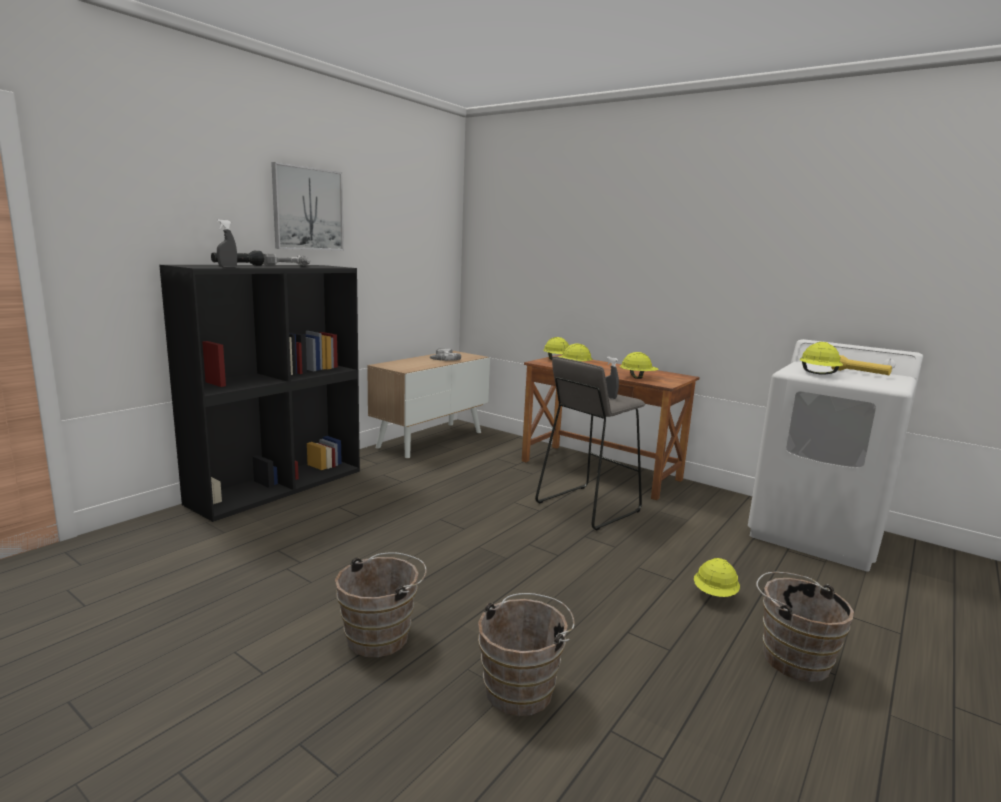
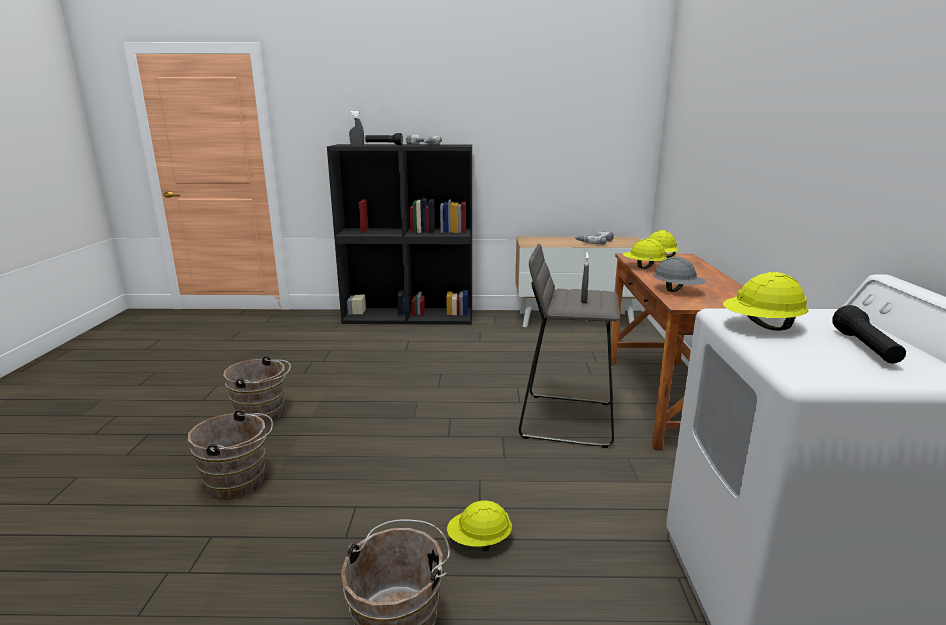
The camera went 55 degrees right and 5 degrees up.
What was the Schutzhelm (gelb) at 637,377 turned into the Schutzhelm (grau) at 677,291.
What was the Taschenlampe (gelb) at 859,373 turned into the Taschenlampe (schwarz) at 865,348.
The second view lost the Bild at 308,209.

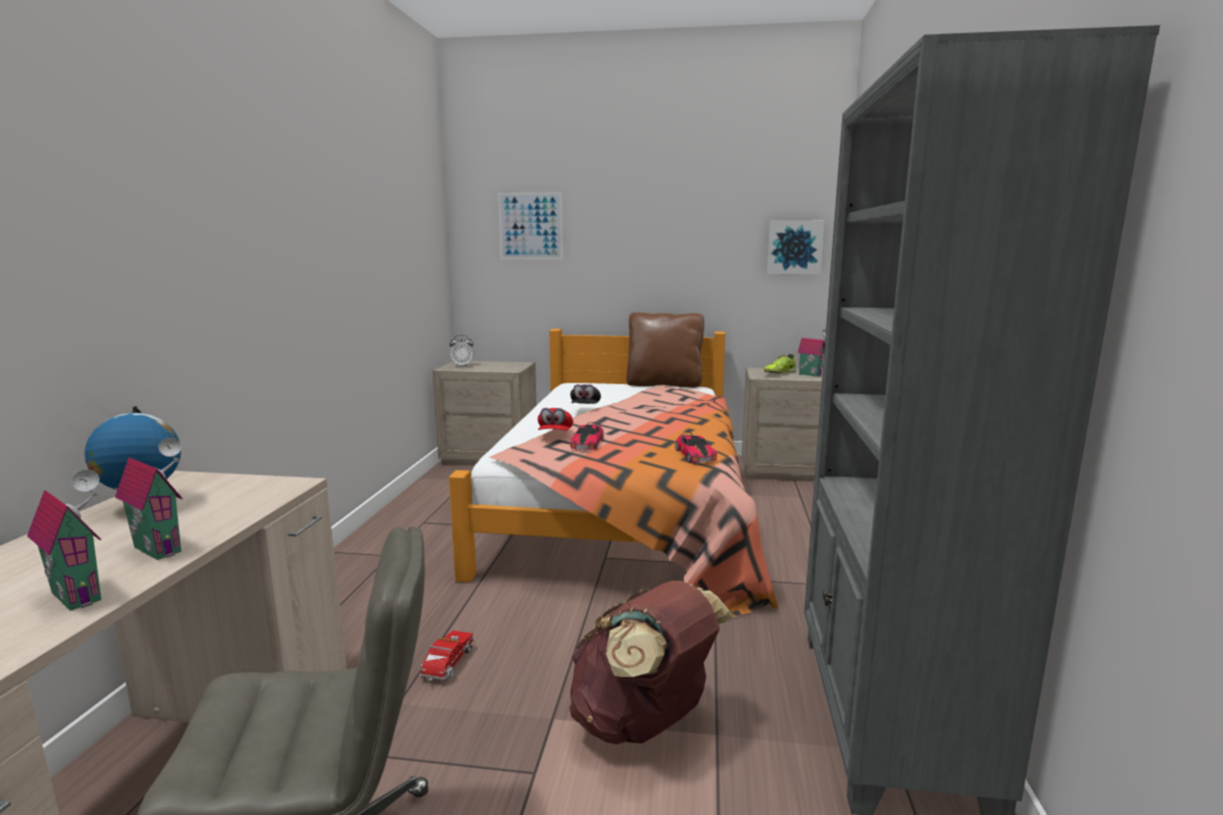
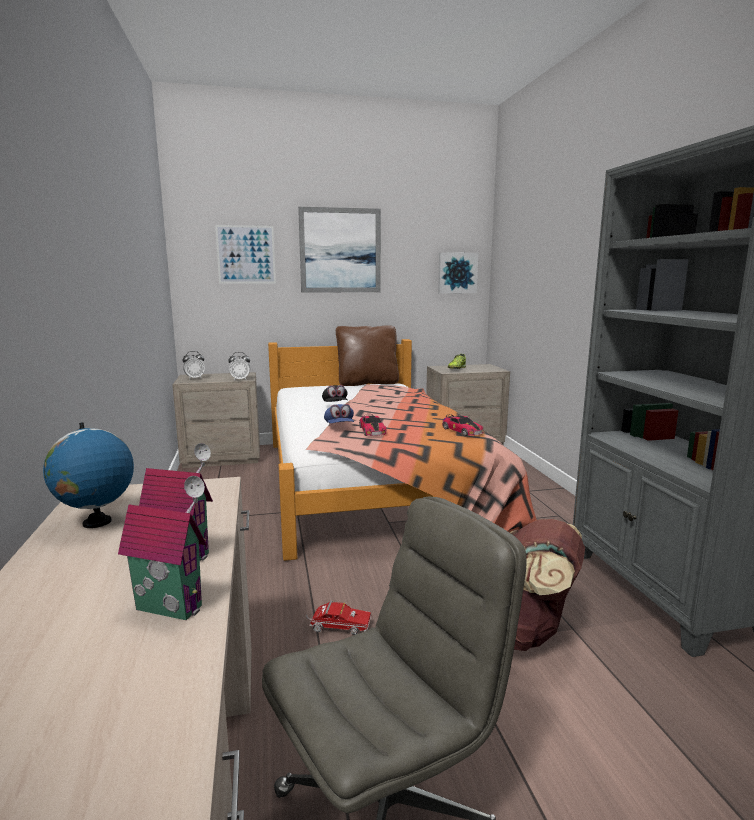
The camera went 20 degrees left and 0 degrees up.
The second view gained the Wecker at 240,379.
The second view gained the Bild at 340,250.
The Spielzeuglaster at 447,666 ended up facing another way, 105 degrees clockwise from before.
What was the Kappe (rot) at 555,434 turned into the Kappe (blau) at 339,426.
The second view lost the Spielzeughaus at 811,374.

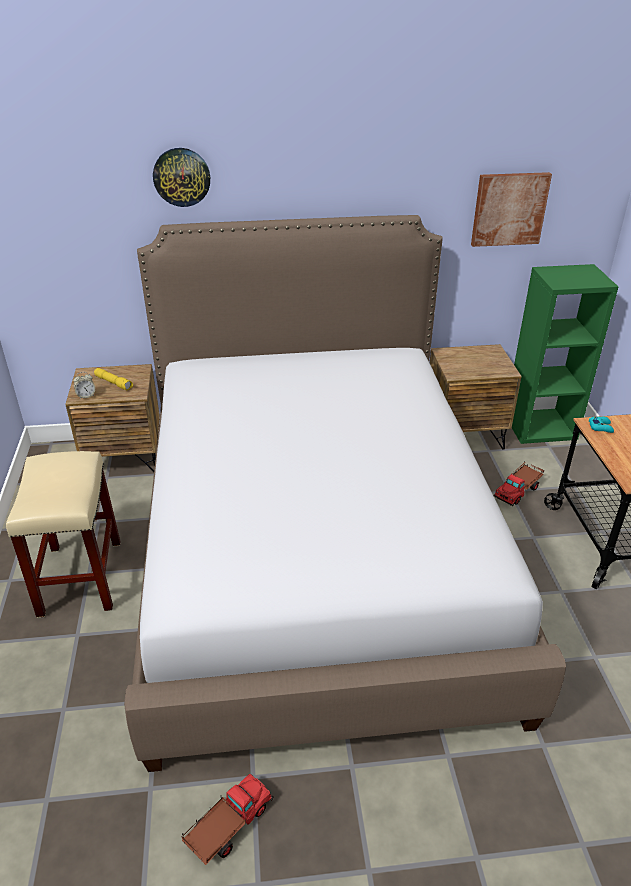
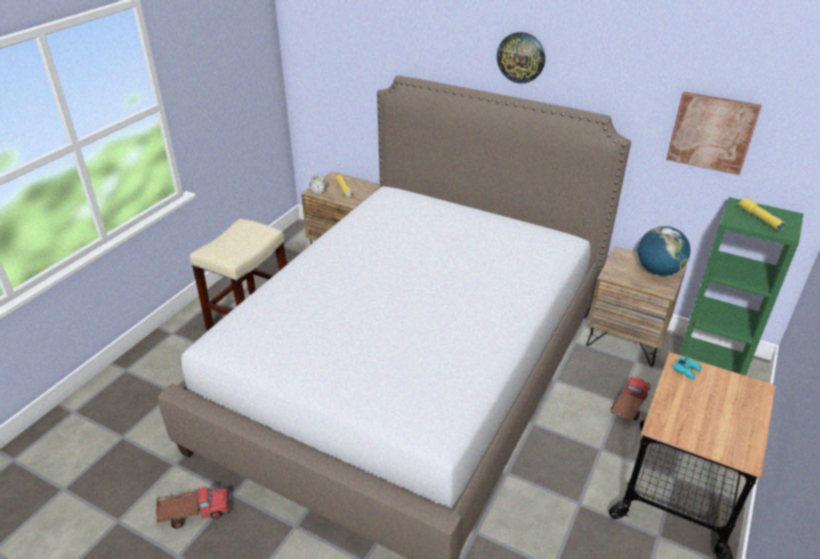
The camera went 35 degrees right and 0 degrees up.
The Wanduhr ended up elsewhere, having gone from 181,177 to 521,57.
The Spielzeuglaster at 518,490 ended up facing another way, 135 degrees clockwise from before.
The second view gained the Globus at 658,271.
The second view gained the Taschenlampe (gelb) at 759,218.

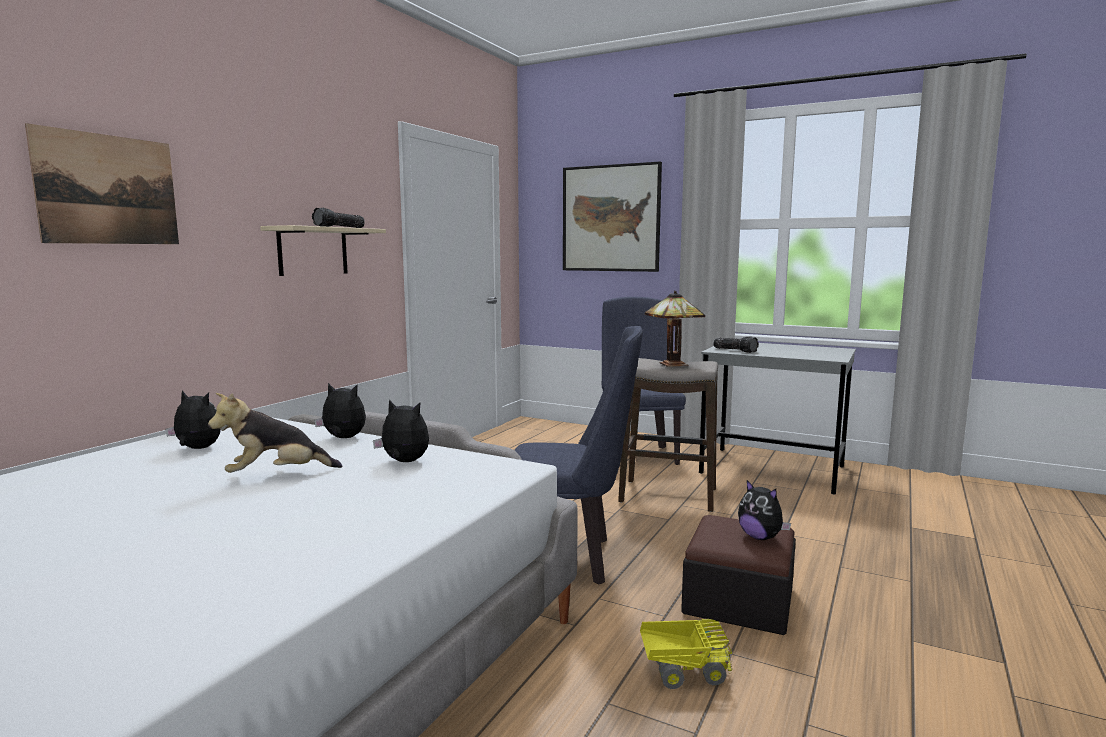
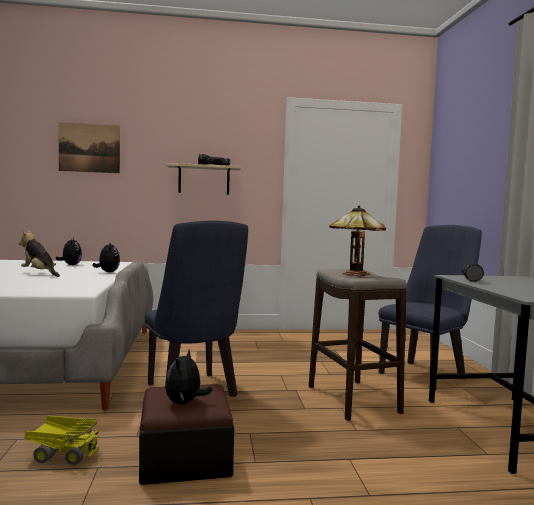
The camera went 55 degrees right and 5 degrees down.
The Spielzeuglaster at 682,671 ended up facing another way, 45 degrees counterclockwise from before.
The second view lost the Plüschtier at 404,462.
The second view lost the Bild at 611,218.

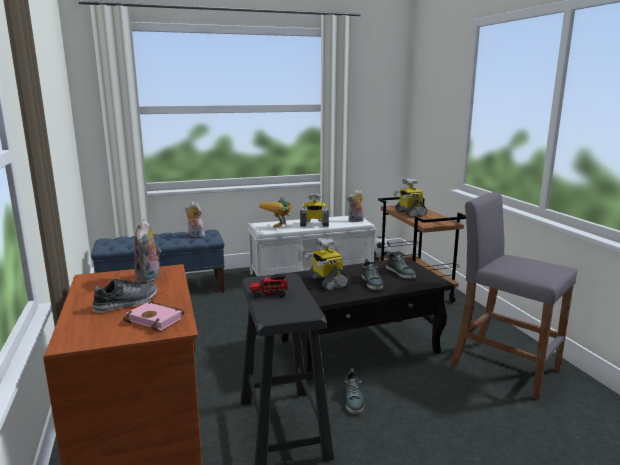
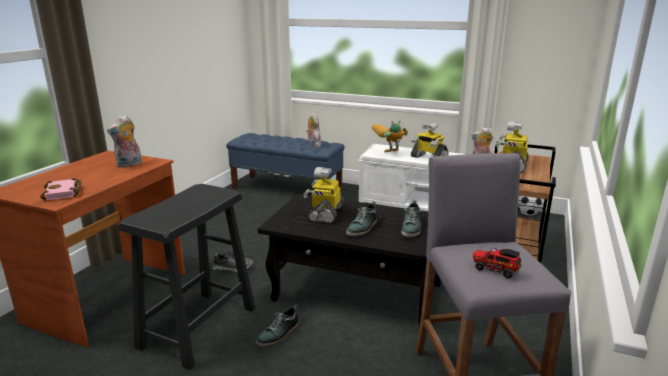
The camera went 40 degrees right and 5 degrees up.
The Schuh ended up elsewhere, having gone from 126,304 to 233,267.
The Spielzeuglaster ended up elsewhere, having gone from 268,294 to 494,269.

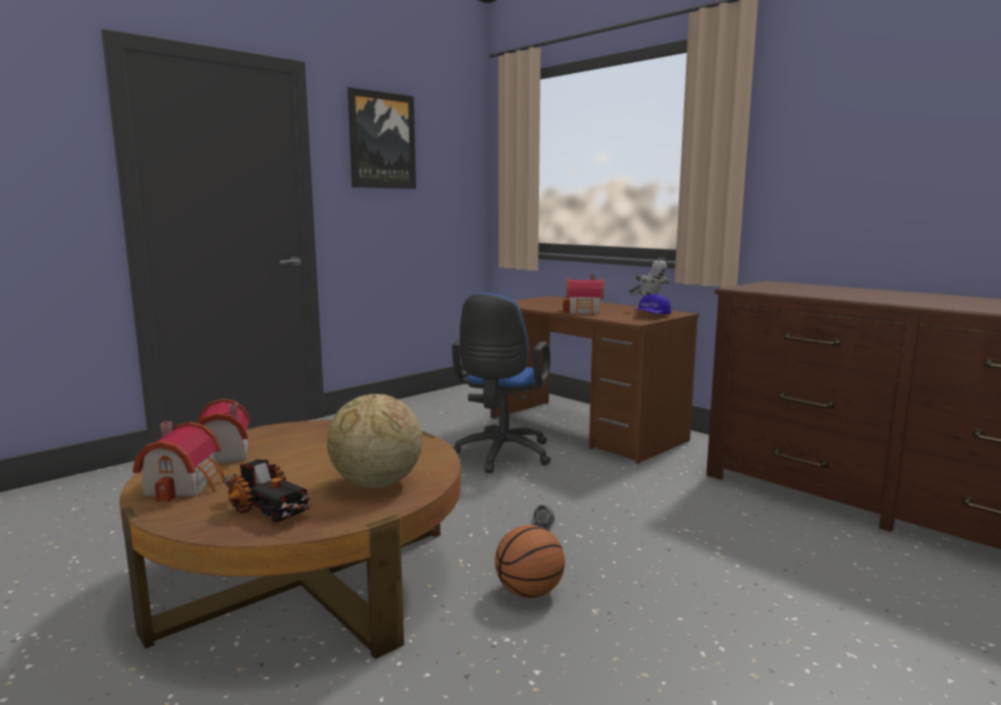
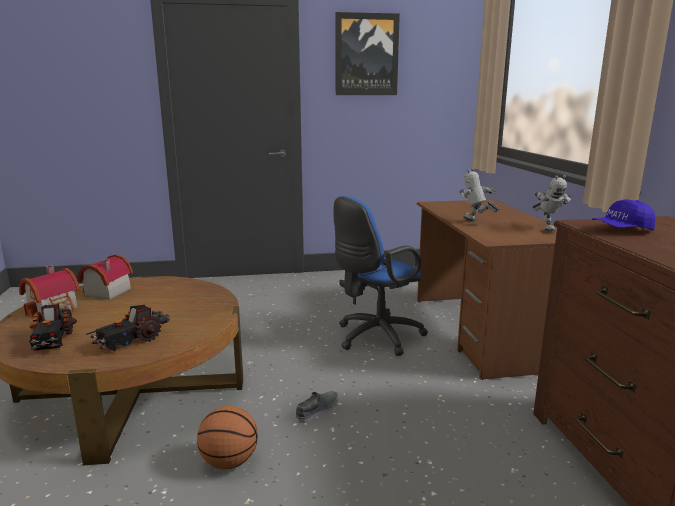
The camera went 35 degrees right and 5 degrees up.
Where the Globus stood at 376,484, the Spielzeuglaster came to stand at 131,340.
Where the Spielzeughaus stood at 585,312, the Spielzeugroboter came to stand at 475,222.
The Kappe (blau) ended up elsewhere, having gone from 651,316 to 622,230.

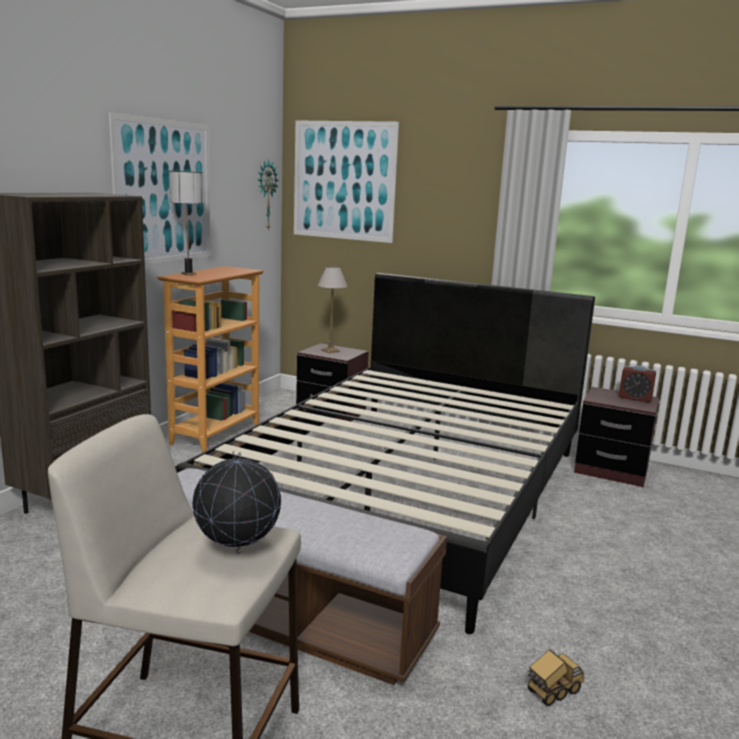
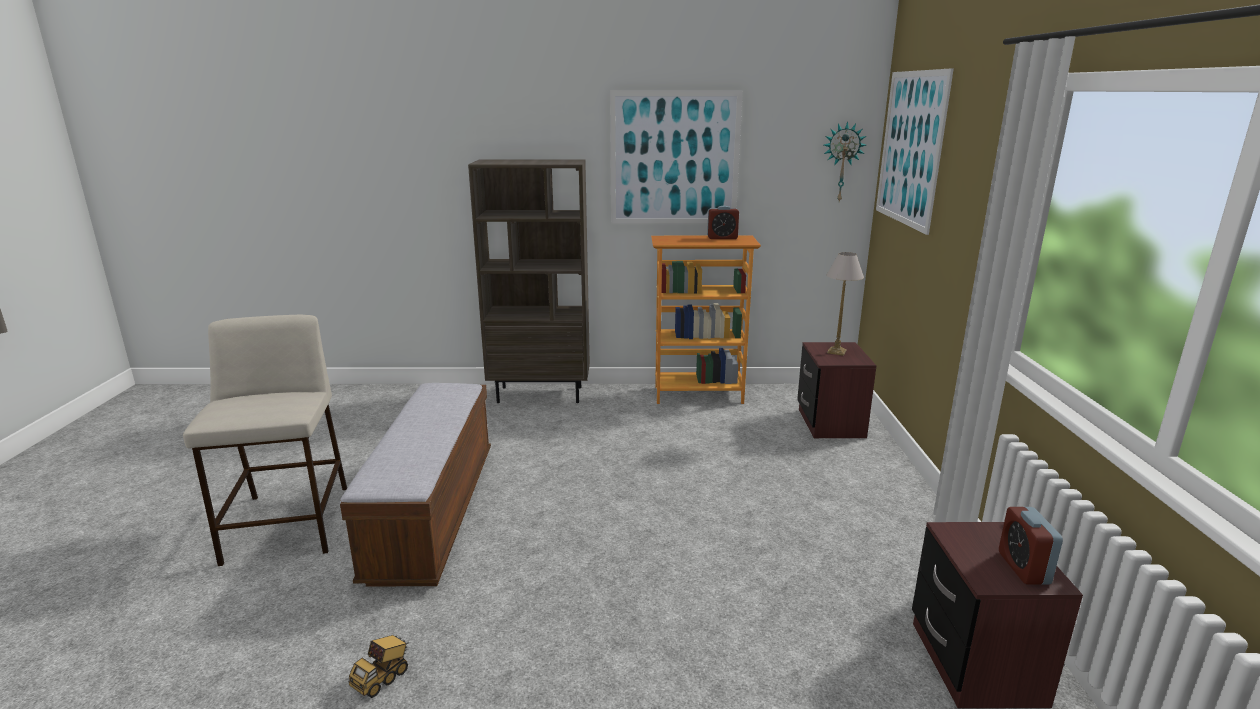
The camera went 65 degrees right and 5 degrees up.
The Spielzeuglaster at 552,692 ended up facing another way, 90 degrees clockwise from before.
The second view gained the Wecker at 722,238.
The second view lost the Tischlampe at 188,274.
The second view lost the Bett (schwarz) at 409,490.
The second view lost the Globus at 237,552.

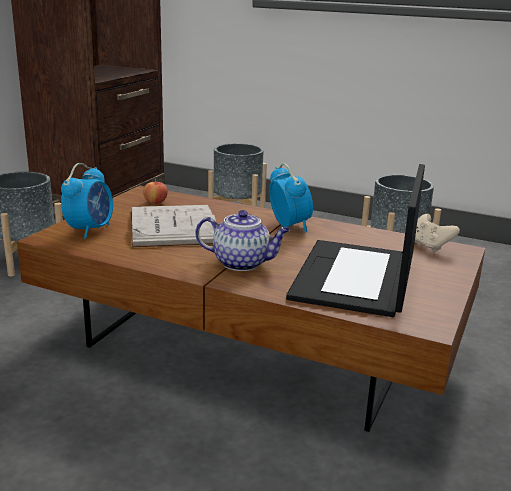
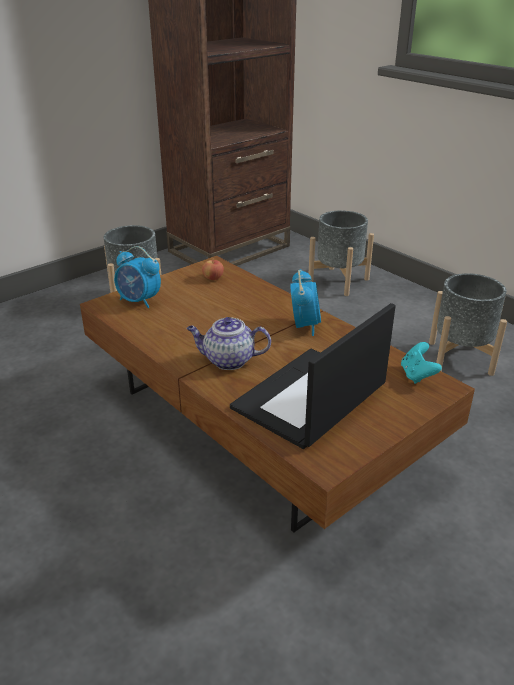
The camera went 25 degrees right and 10 degrees up.
The Wecker at 90,230 ended up facing another way, 75 degrees clockwise from before.
The Teekanne at 242,263 ended up facing another way, 150 degrees clockwise from before.
What was the Gamepad (beige) at 430,246 turned into the Gamepad (türkis) at 417,375.
The second view lost the Buch (weiß) at 173,226.

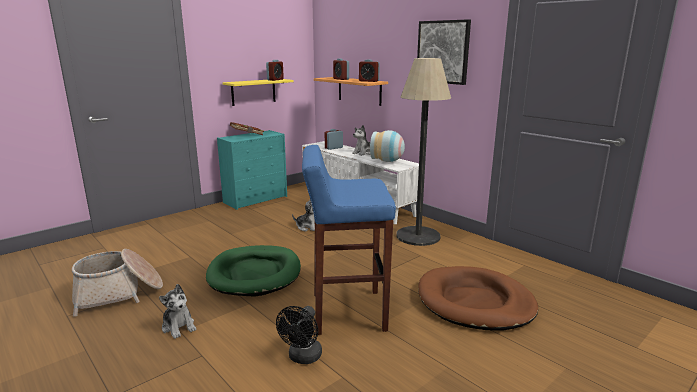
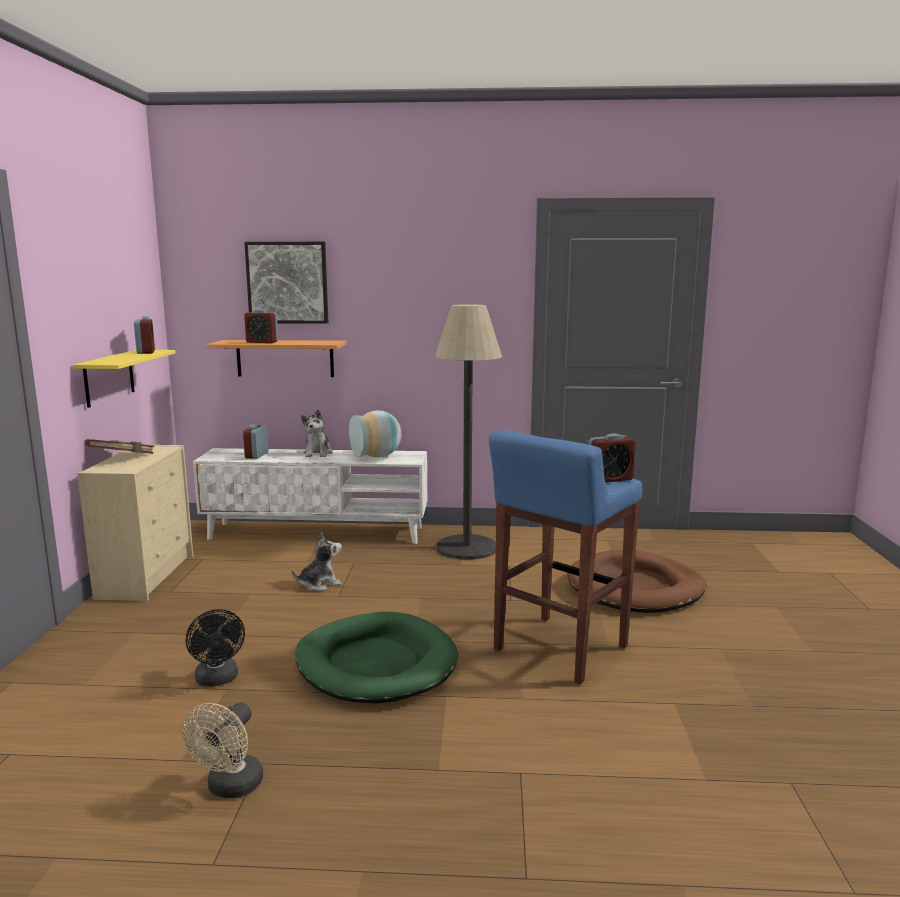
The camera went 45 degrees left and 5 degrees down.
What was the Kommode (türkis) at 256,199 turned into the Kommode (beige) at 147,576.
Where the Korb stood at 119,294, the Ventilator (beige) came to stand at 230,788.
The Ventilator (schwarz) ended up elsewhere, having gone from 303,358 to 218,680.
The Bild ended up elsewhere, having gone from 443,52 to 287,282.
The Wecker ended up elsewhere, having gone from 369,81 to 609,479.
The second view lost the Plüschtier at 179,326.

